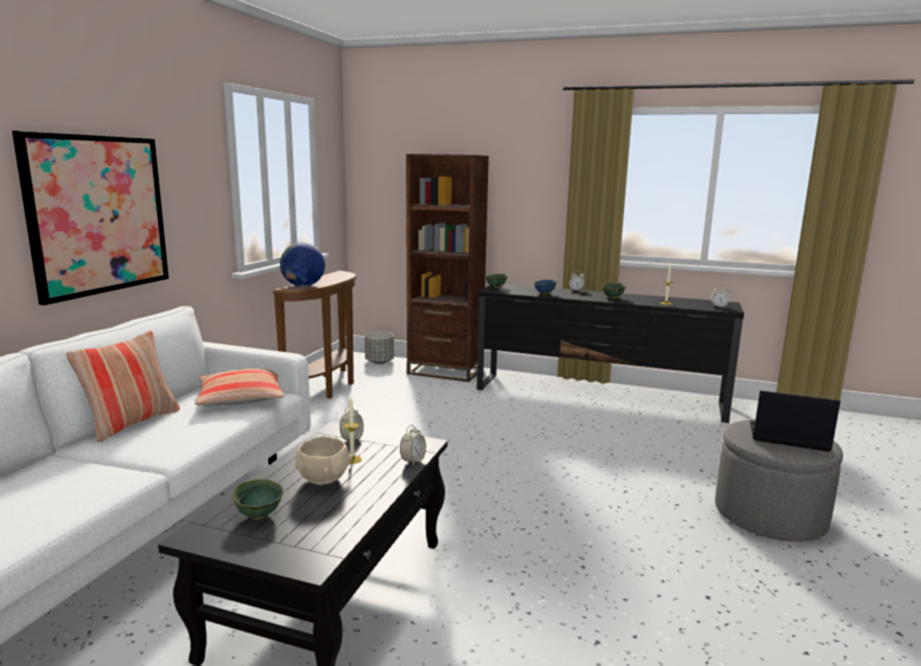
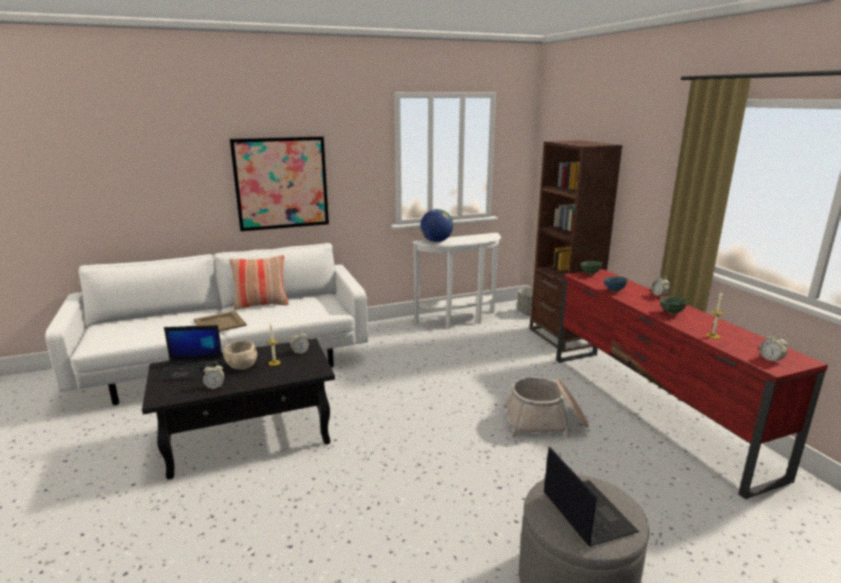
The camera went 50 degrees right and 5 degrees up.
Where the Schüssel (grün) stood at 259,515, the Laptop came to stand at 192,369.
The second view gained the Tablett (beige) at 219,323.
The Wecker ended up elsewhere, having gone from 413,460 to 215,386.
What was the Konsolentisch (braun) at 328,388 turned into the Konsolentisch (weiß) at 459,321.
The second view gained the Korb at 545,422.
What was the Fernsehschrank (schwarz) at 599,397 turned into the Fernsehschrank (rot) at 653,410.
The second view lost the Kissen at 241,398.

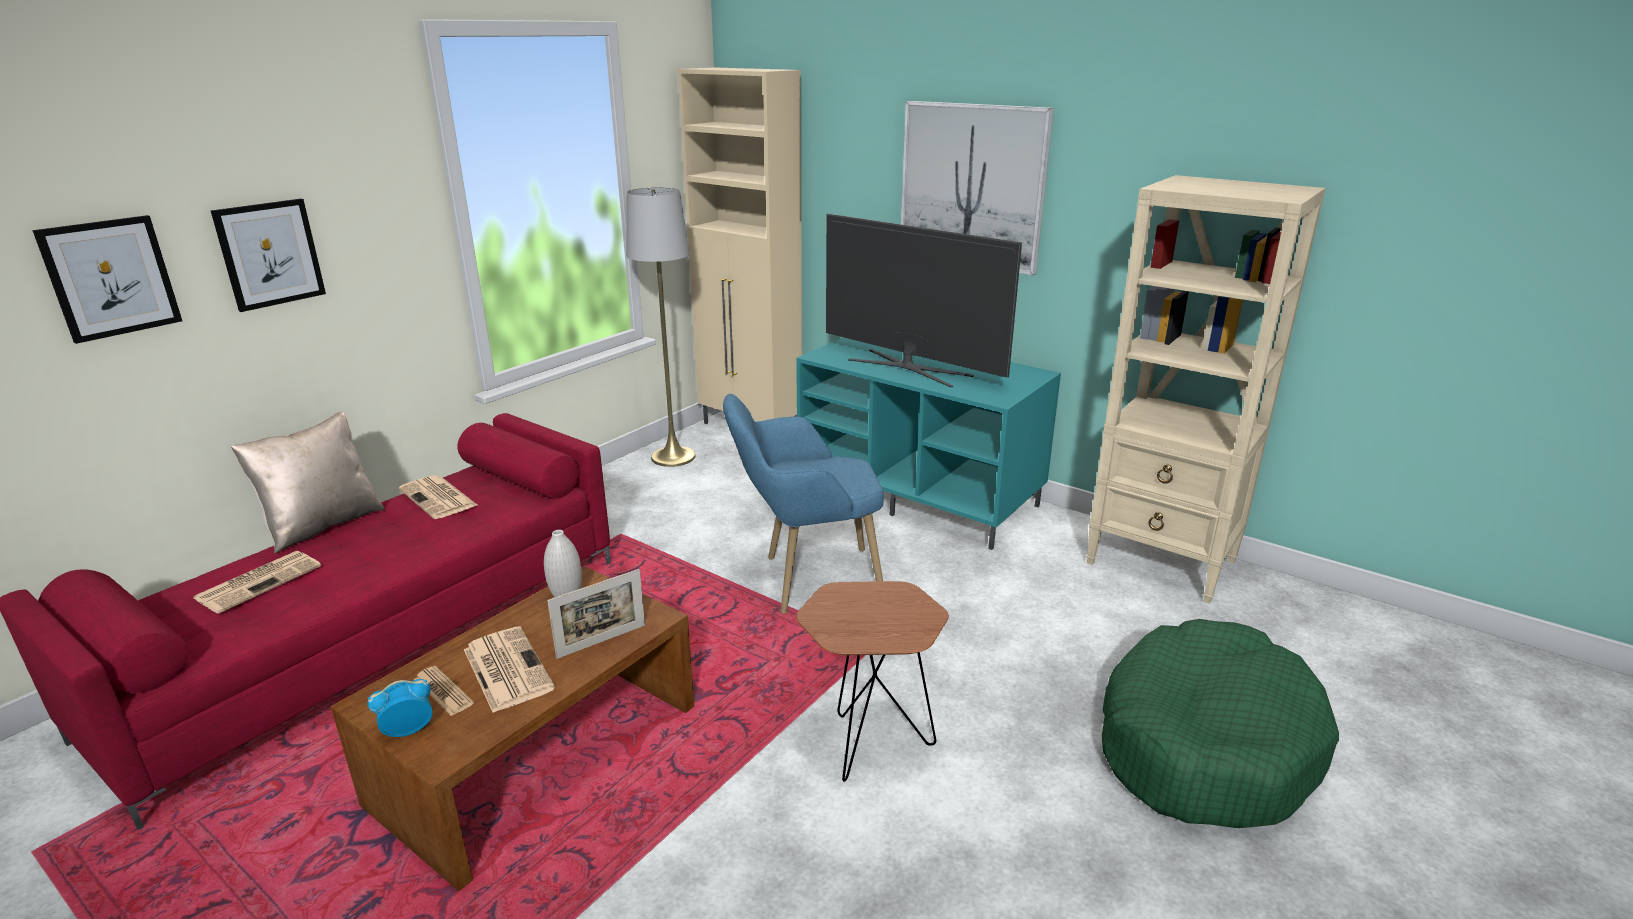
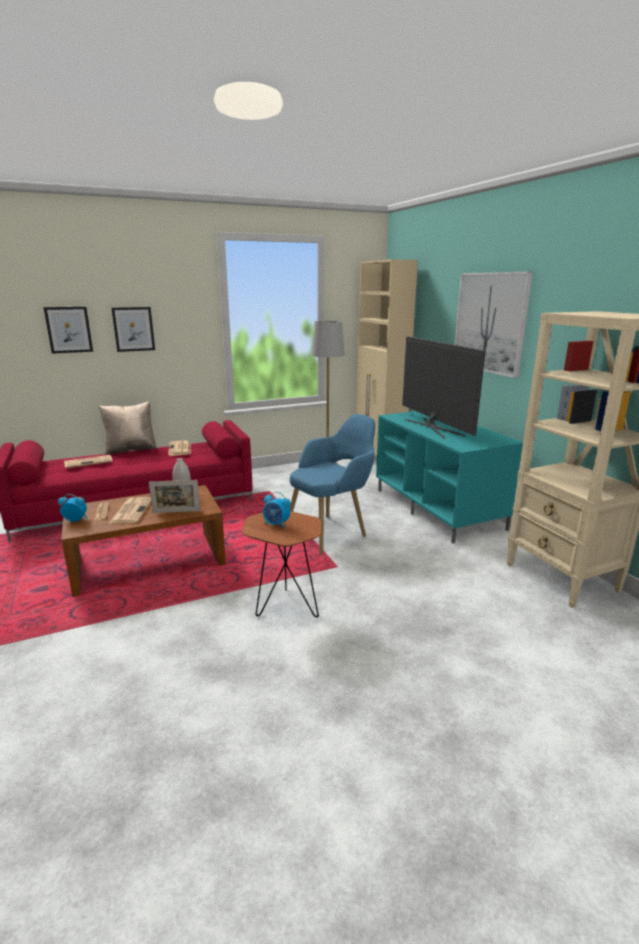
The camera went 30 degrees right and 5 degrees down.
The second view gained the Wecker at 276,524.
The Sessel (blau) at 806,582 ended up facing another way, 120 degrees clockwise from before.
The second view lost the Hundebett (grün) at 1204,743.

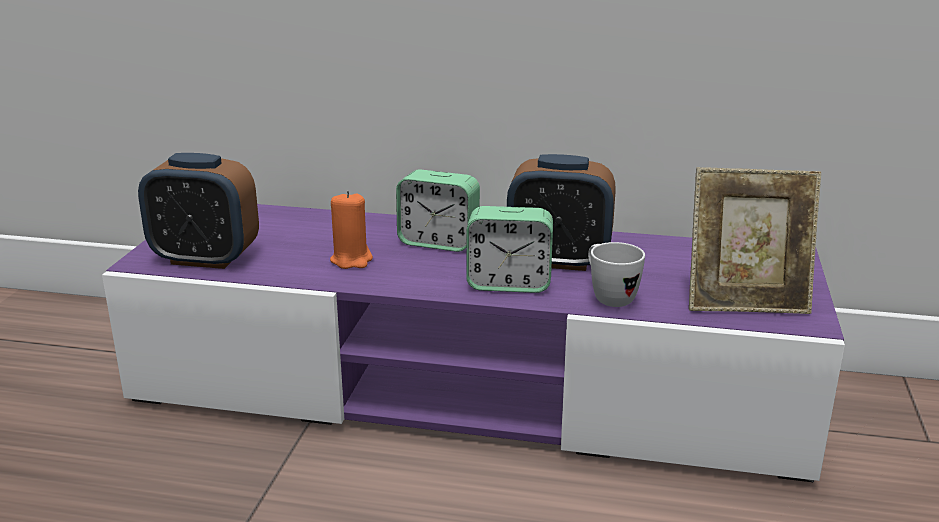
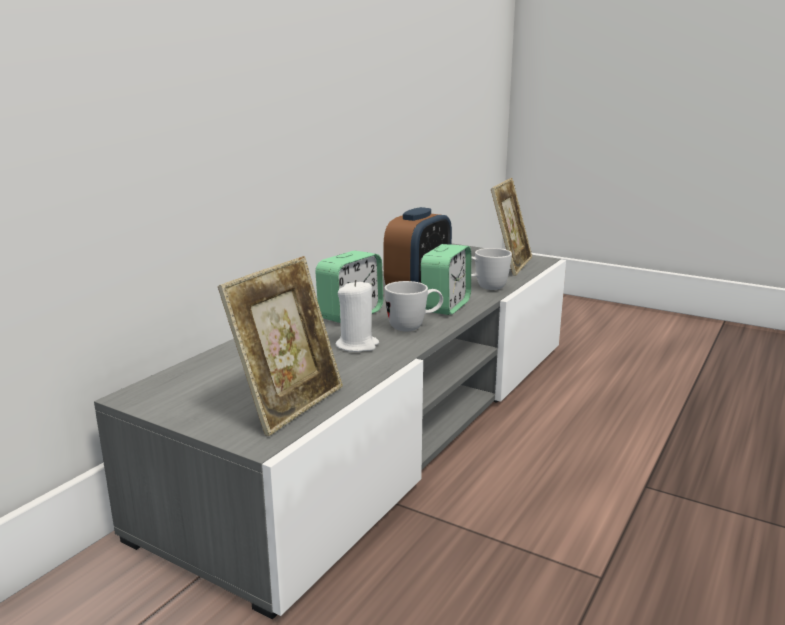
The camera went 70 degrees left and 5 degrees down.
What was the Fernsehschrank (lila) at 469,389 turned into the Fernsehschrank (grau) at 392,422.
Where the Wecker stood at 205,259, the Bilderrahmen came to stand at 289,404.
What was the Kerze (orange) at 352,260 turned into the Kerze (weiß) at 357,345.
The second view gained the Henkelbecher (weiß) at 413,327.

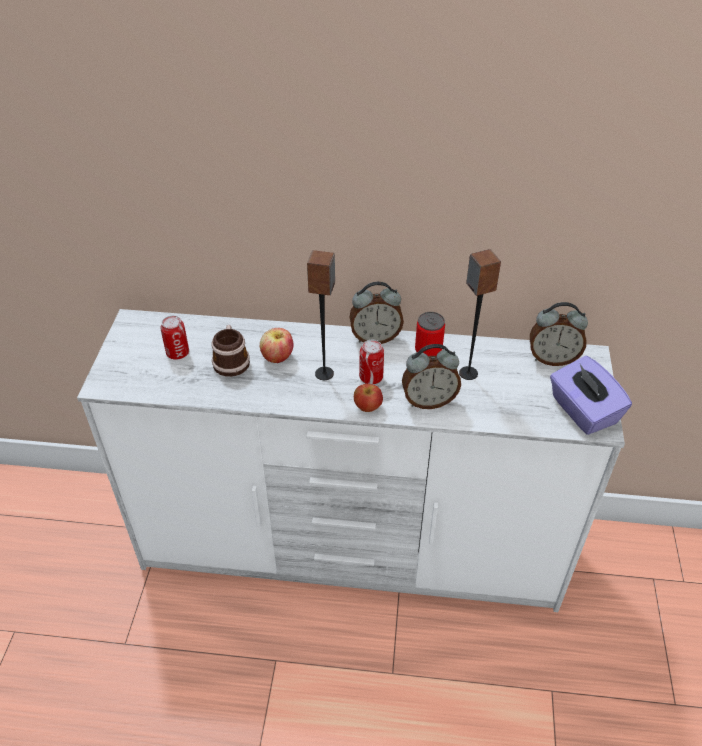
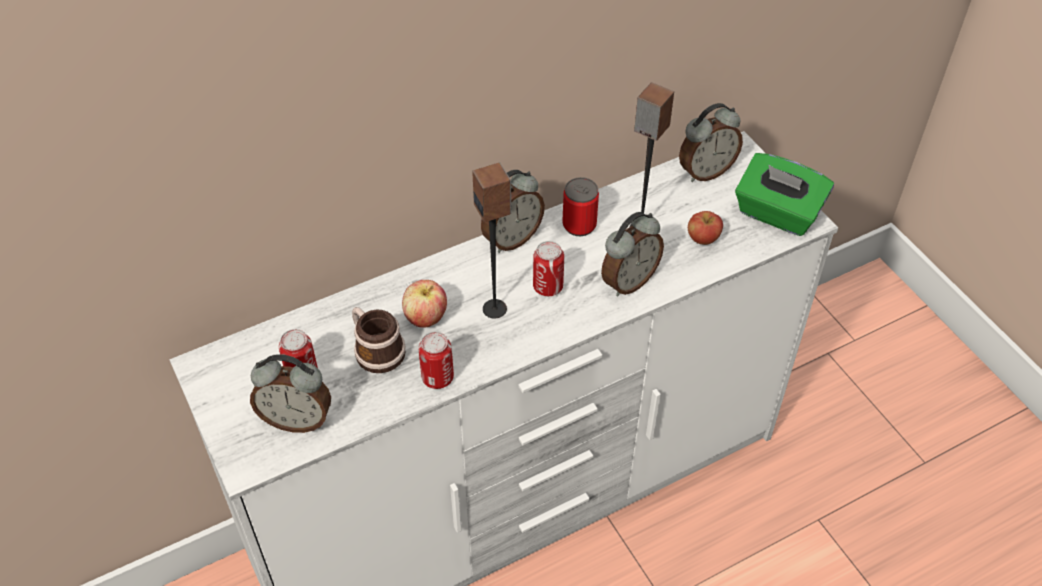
The camera went 35 degrees left and 5 degrees up.
The second view gained the Wecker at 297,419.
The second view gained the Dose at 437,377.
The Apfel ended up elsewhere, having gone from 367,407 to 703,238.
What was the Taschentuchbox (lila) at 582,411 turned into the Taschentuchbox (grün) at 777,213.

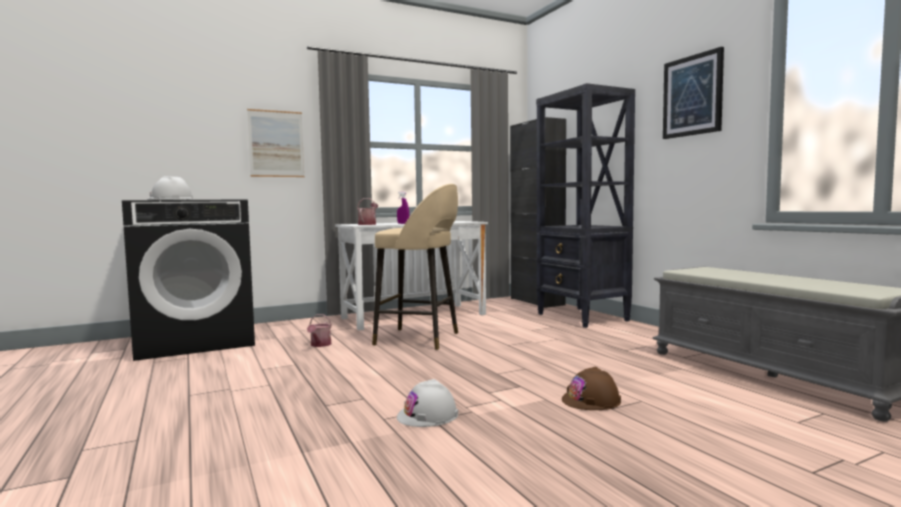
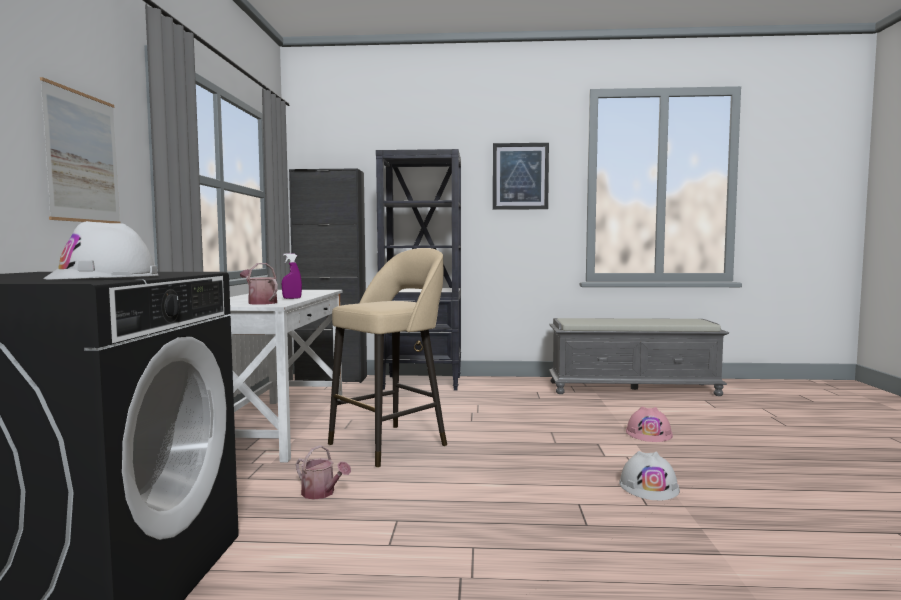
The camera went 60 degrees left and 0 degrees up.
What was the Schutzhelm (braun) at 591,400 turned into the Schutzhelm (rosa) at 649,434.

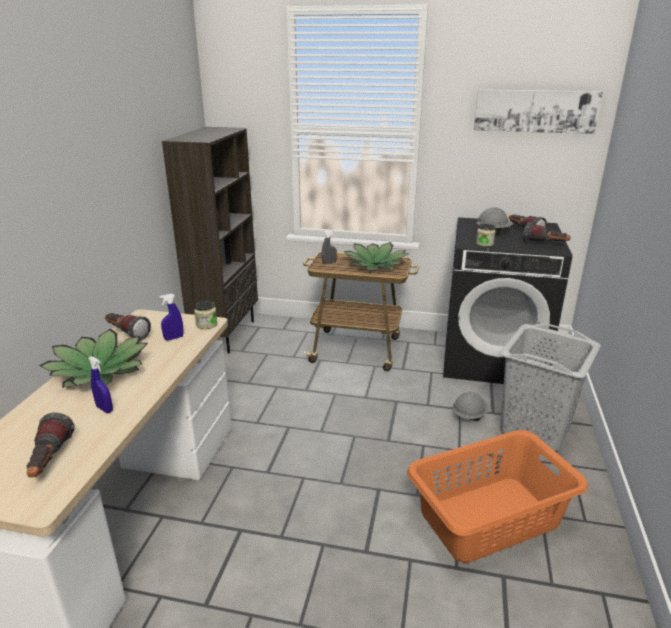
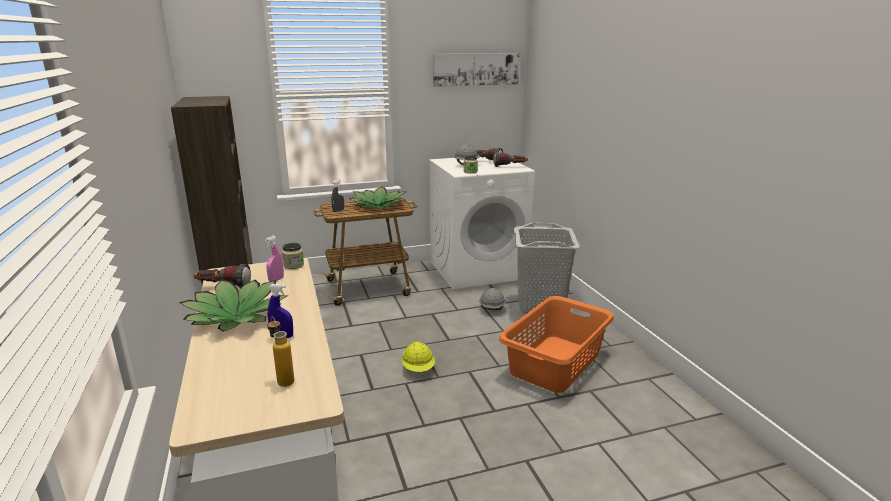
The camera went 30 degrees left and 5 degrees down.
What was the Sprühflasche (blau) at 174,338 turned into the Sprühflasche (rosa) at 276,280.
Where the Taschenlampe stood at 49,461, the Flasche came to stand at 283,379.
The second view gained the Schutzhelm (gelb) at 418,369.
What was the Waschmaschine (schwarz) at 492,359 turned into the Waschmaschine (weiß) at 478,269.

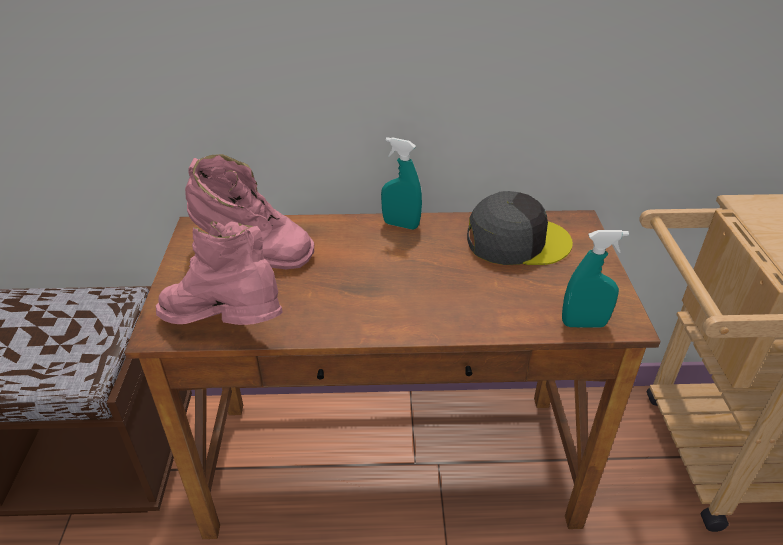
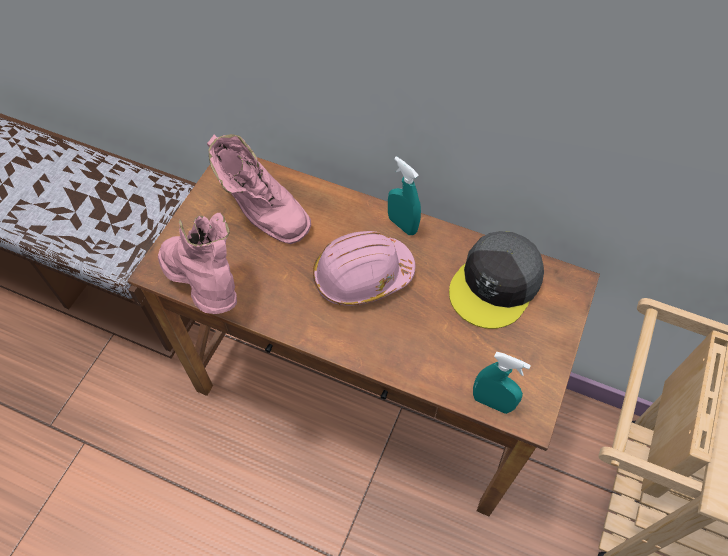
The camera went 25 degrees right and 20 degrees up.
The second view gained the Schutzhelm (rosa) at 362,276.
The Kappe (grau) at 516,241 ended up facing another way, 105 degrees clockwise from before.

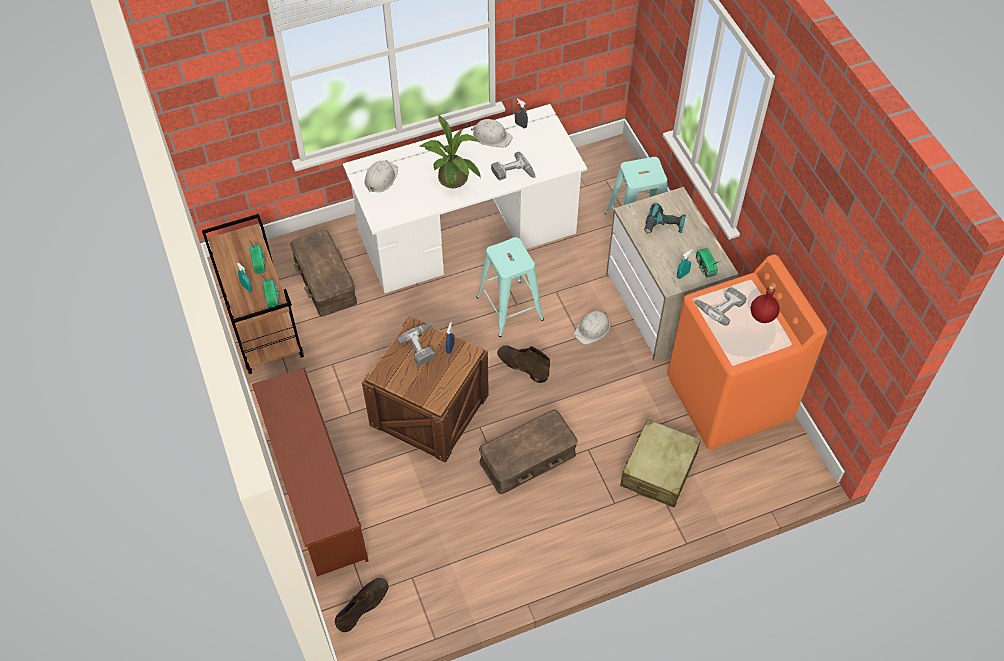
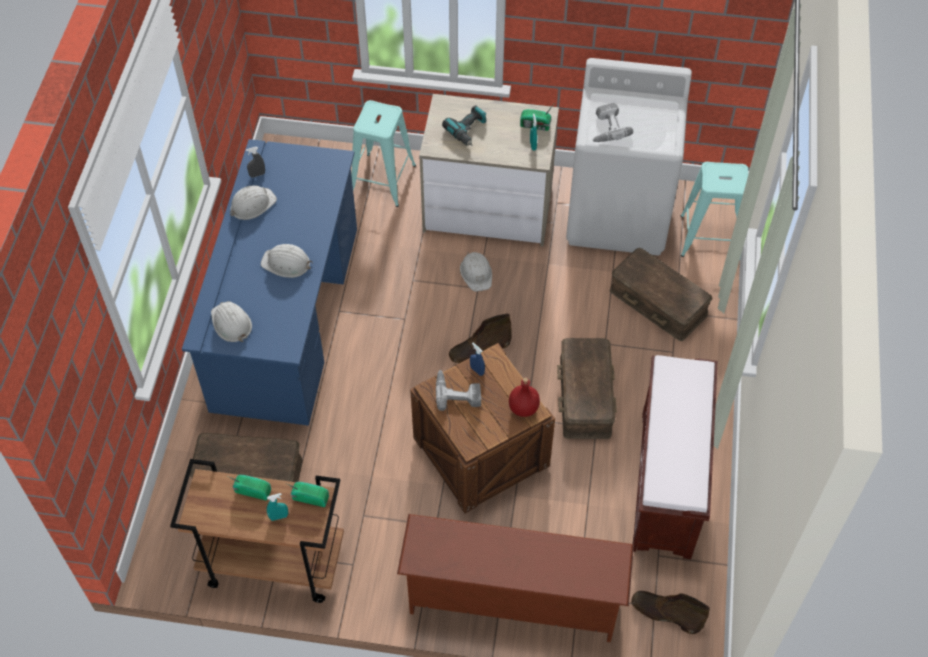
The camera went 60 degrees left and 0 degrees up.
What was the Schreibtisch (weiß) at 467,233 turned into the Schreibtisch (blau) at 285,318.
Where the Topfpflanze stood at 453,182, the Schutzhelm (weiß) came to stand at 286,263.
The Flasche (rot) ended up elsewhere, having gone from 762,315 to 523,408.
What was the Waschmaschine (orange) at 729,399 turned into the Waschmaschine (weiß) at 619,214.
Where the Koffer (beige) stood at 658,470, the Aufbewahrungsbox (braun) came to stand at 658,302.
The Stiefel (braun) at 362,606 ended up facing another way, 45 degrees counterclockwise from before.
The second view gained the Bank (braun) at 667,484.
The Hocker (türkis) ended up elsewhere, having gone from 509,308 to 710,237.
The second view lost the Bohrmaschine at 513,173.

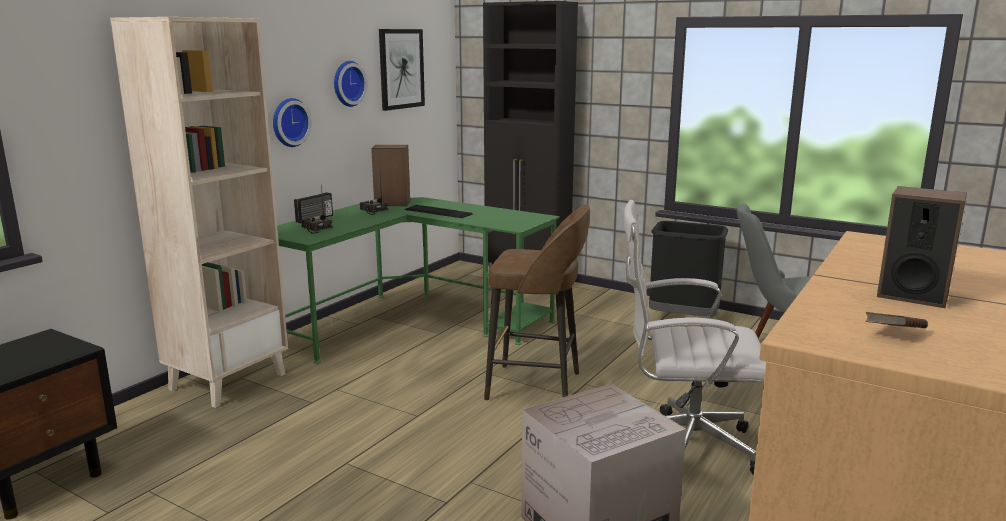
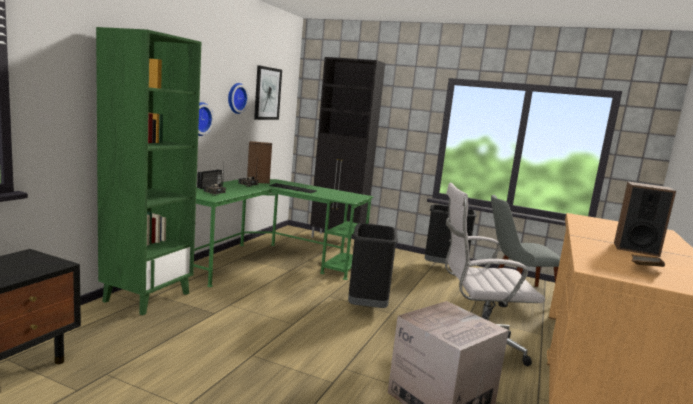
The camera went 10 degrees left and 5 degrees down.
What was the Bücherregal (beige) at 228,381 turned into the Bücherregal (grün) at 147,297.
Where the Hocker (braun) stood at 537,387, the Mülleimer (schwarz) came to stand at 367,307.

